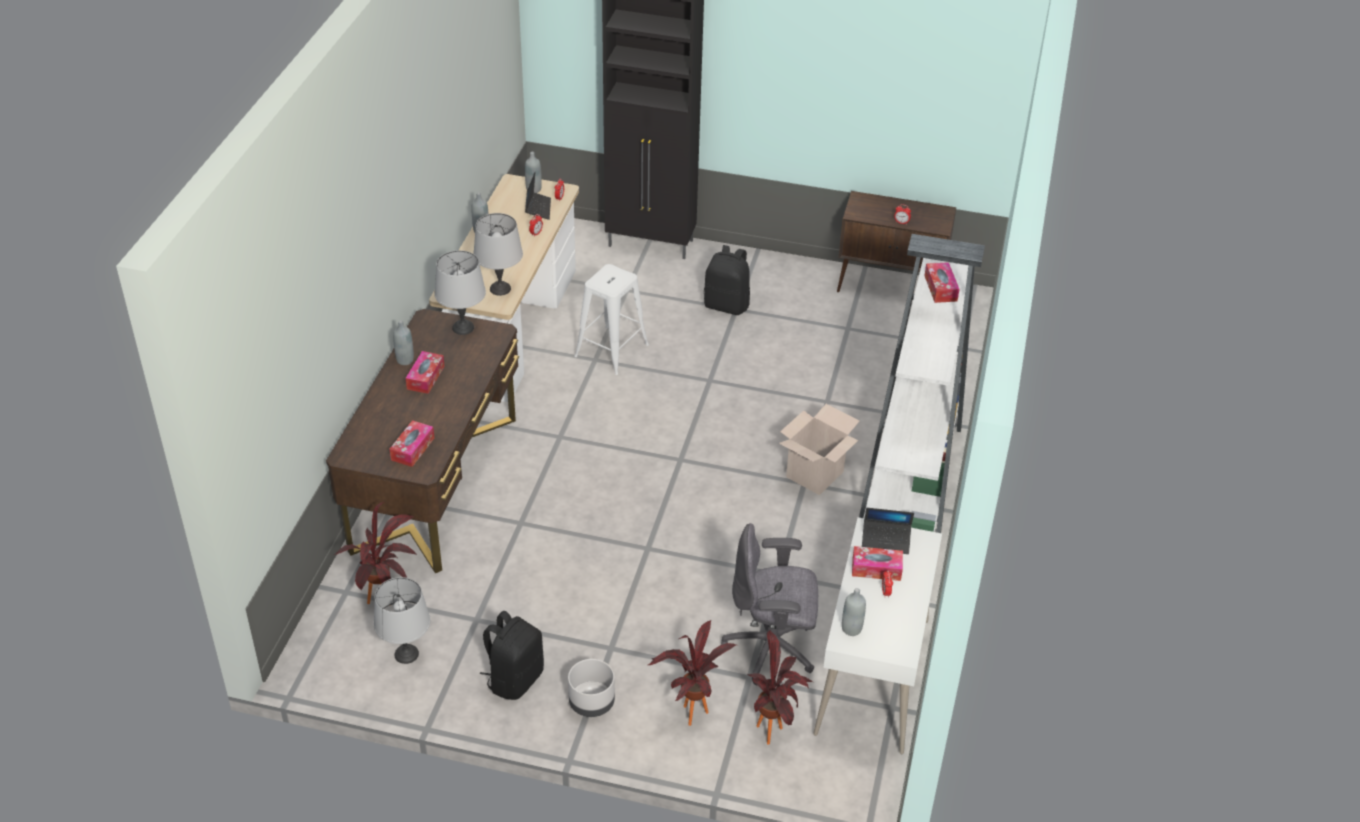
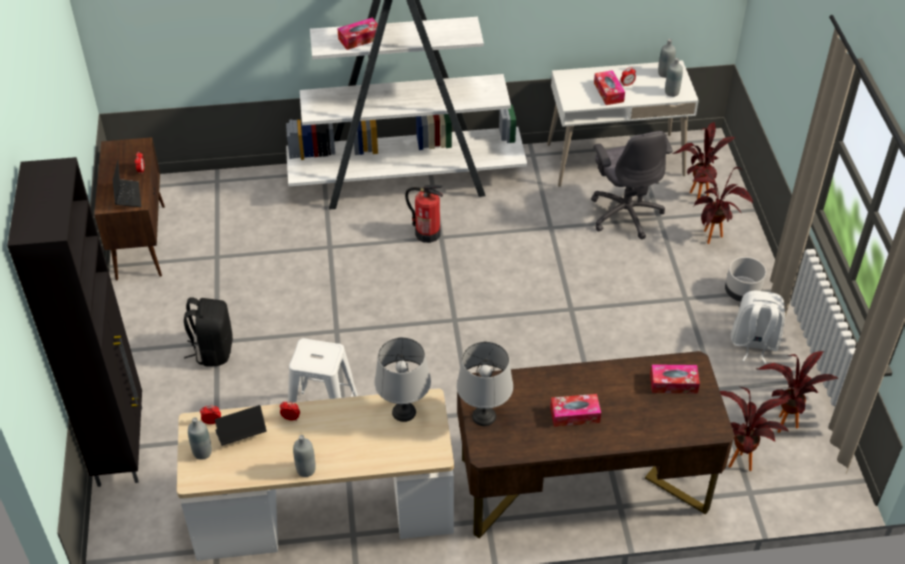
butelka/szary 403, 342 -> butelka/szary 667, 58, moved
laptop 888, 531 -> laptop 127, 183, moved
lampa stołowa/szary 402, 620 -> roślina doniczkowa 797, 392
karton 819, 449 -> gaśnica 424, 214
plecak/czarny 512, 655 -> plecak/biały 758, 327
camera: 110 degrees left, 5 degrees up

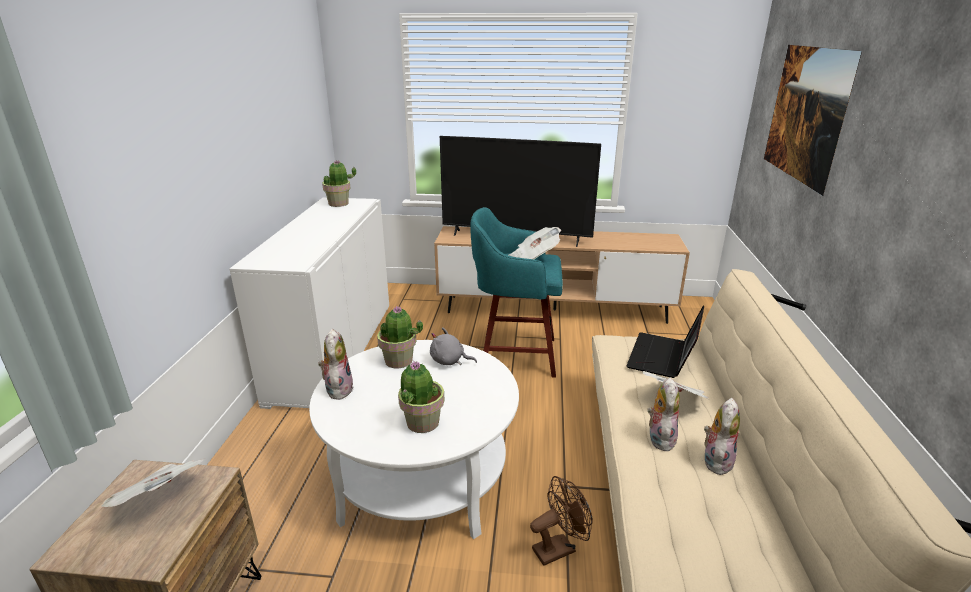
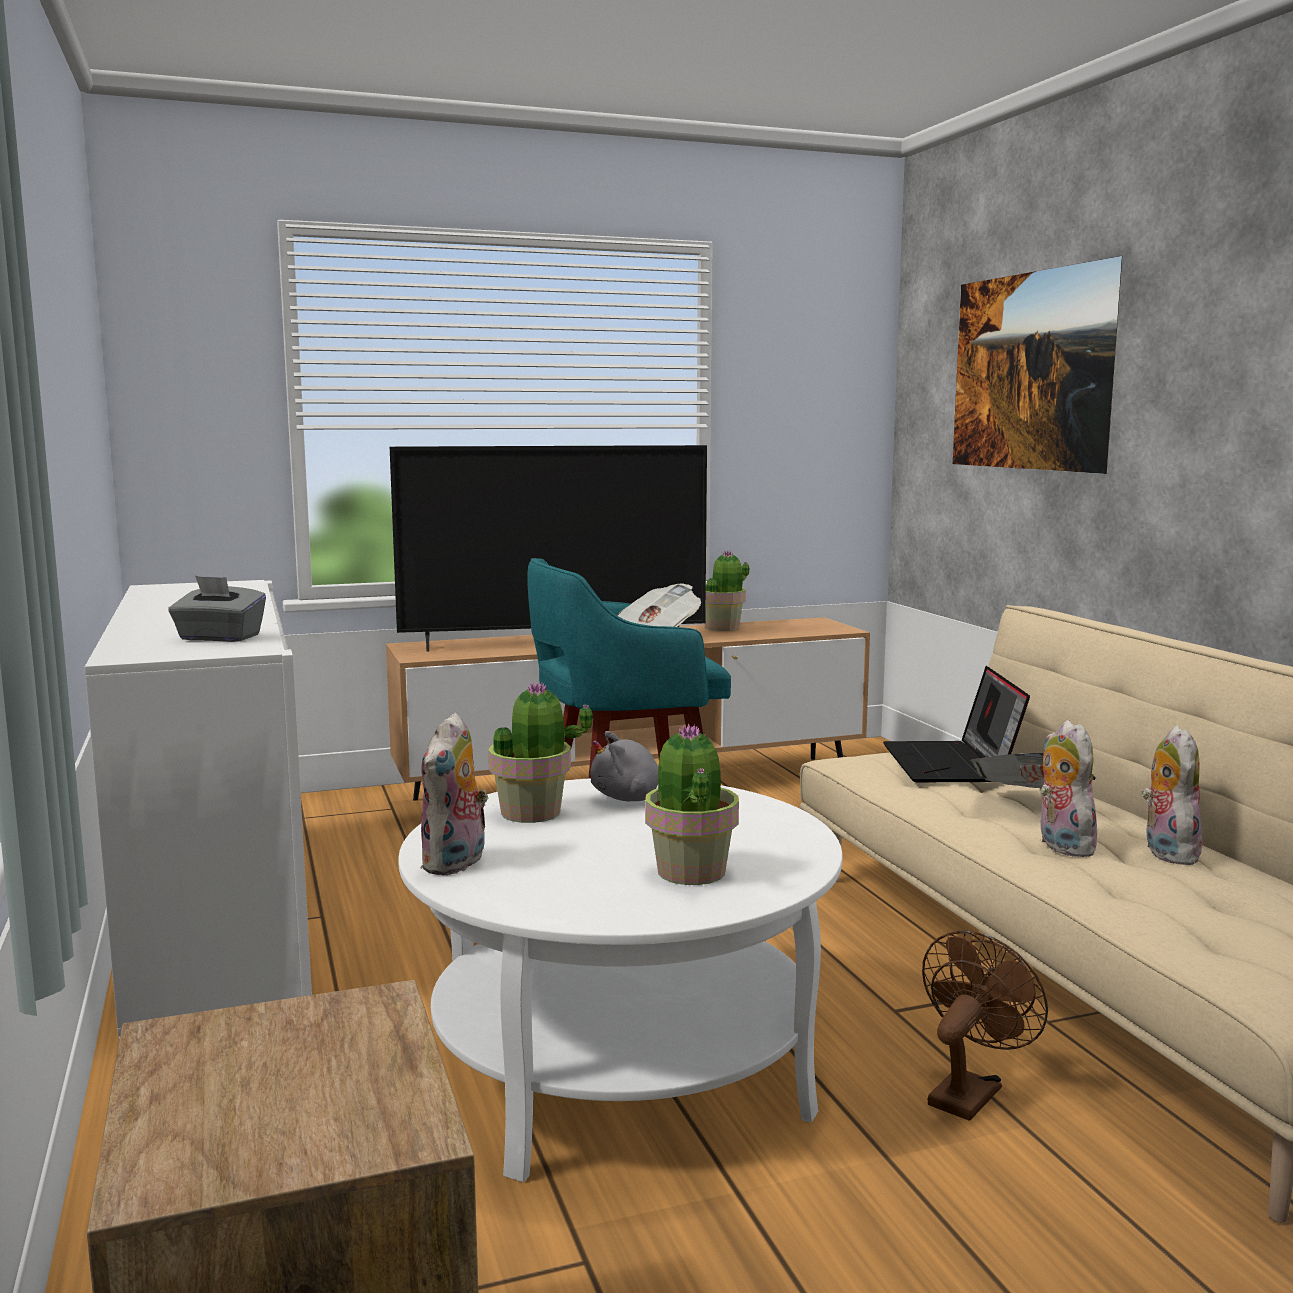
gazeta 153, 483 -> none
none -> pudełko chusteczek/szary 217, 609
roślina doniczkowa 339, 183 -> roślina doniczkowa 726, 591, moved
pluszak 336, 364 -> pluszak 454, 794, 135 degrees counterclockwise
camera: 25 degrees left, 15 degrees down

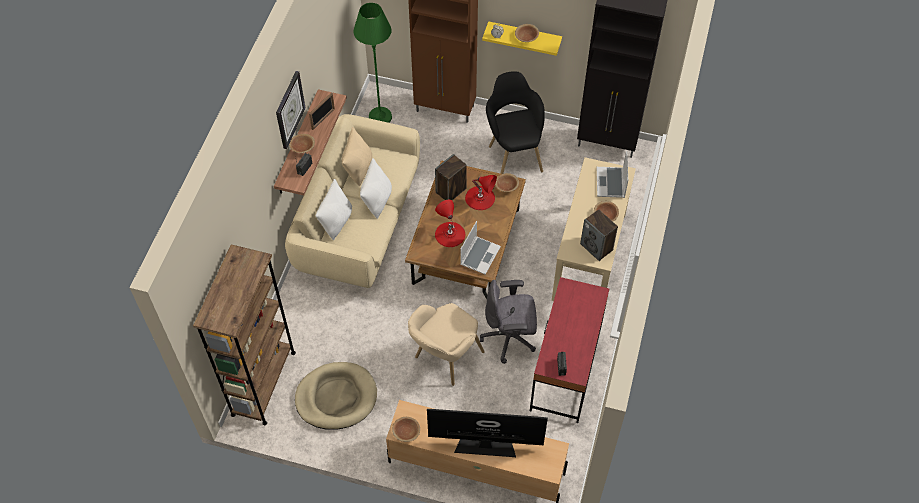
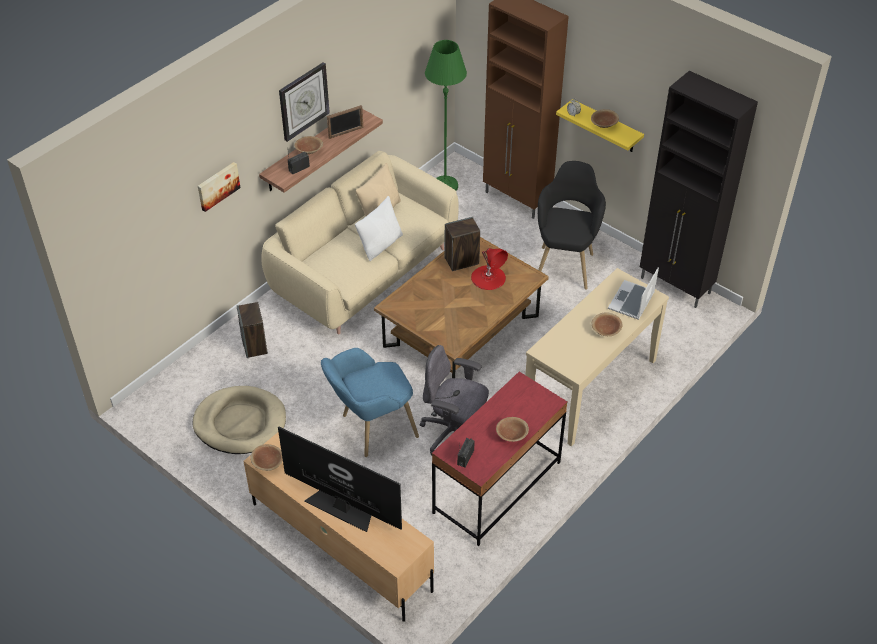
regał/brązowy 244, 334 -> none
poduszka/biały 334, 209 -> none
lampa stołowa/czerwony 450, 223 -> none
laptop 480, 248 -> none
none -> obraz 219, 187
miska/brązowy 507, 182 -> miska/brązowy 512, 429, moved
głośnik 599, 235 -> głośnik 252, 330, moved
fotel/beżowy 446, 344 -> fotel/niebieski 370, 402
camera: 25 degrees right, 10 degrees down

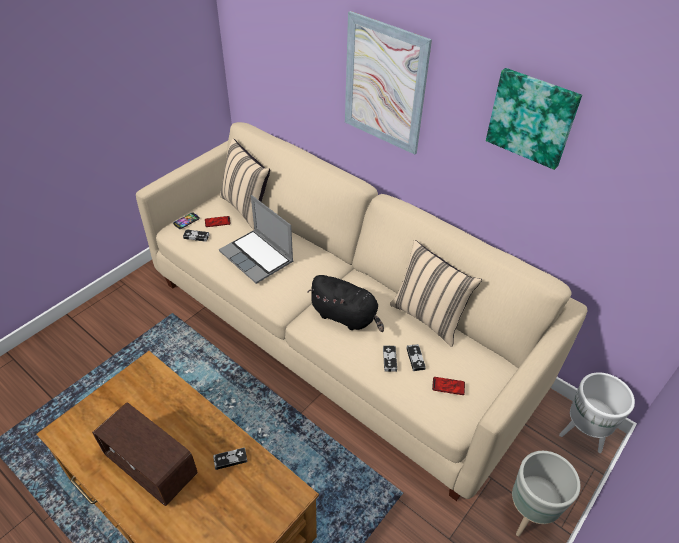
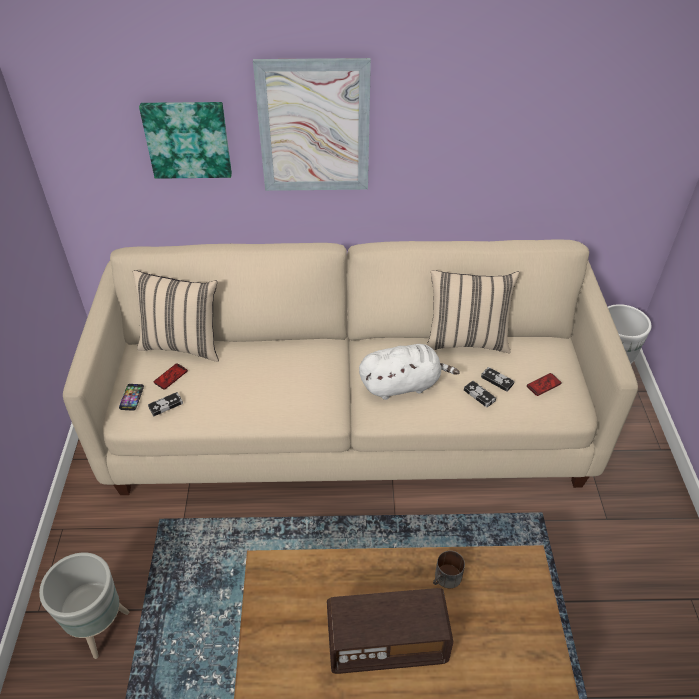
laptop 256, 239 -> none
obraz 534, 119 -> obraz 185, 140, moved
donica/szary 546, 493 -> donica/szary 84, 605, moved
pad do gier 230, 458 -> kubek 449, 569
pluszak/czarny 345, 303 -> pluszak/biały 409, 372
camera: 40 degrees left, 0 degrees up

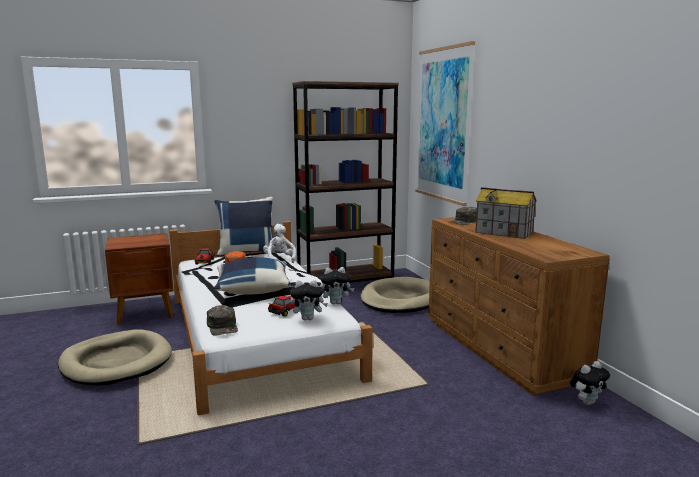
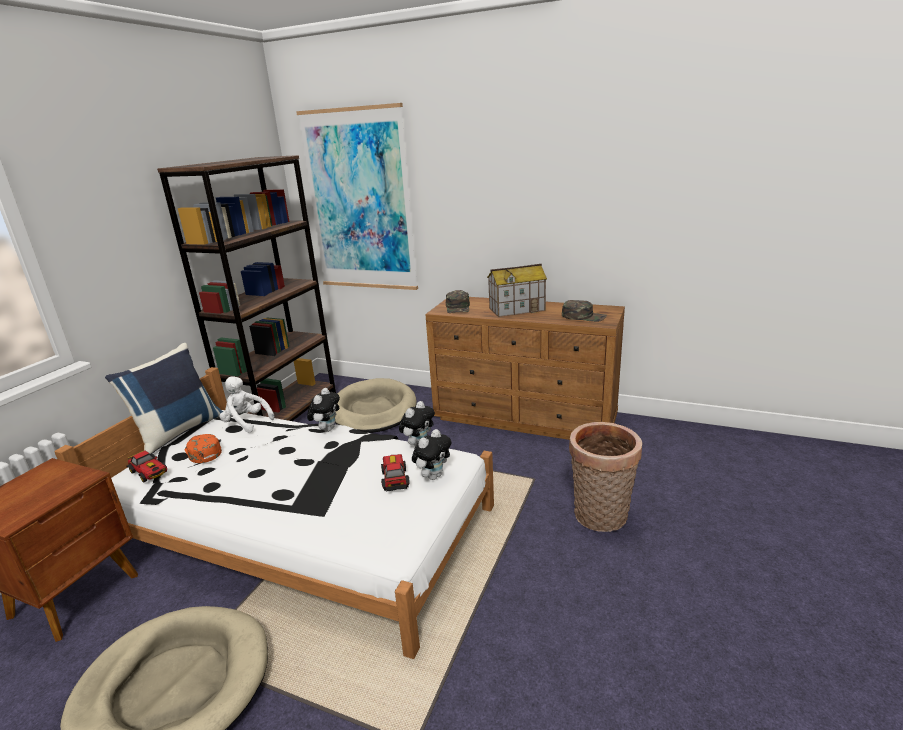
poduszka/niebieski 252, 276 -> none
none -> koszyk 605, 477
czapka z daszkiem/zielony 222, 320 -> czapka z daszkiem/zielony 584, 311, moved
pluszak 590, 383 -> pluszak 323, 410, moved
camera: 45 degrees left, 10 degrees up

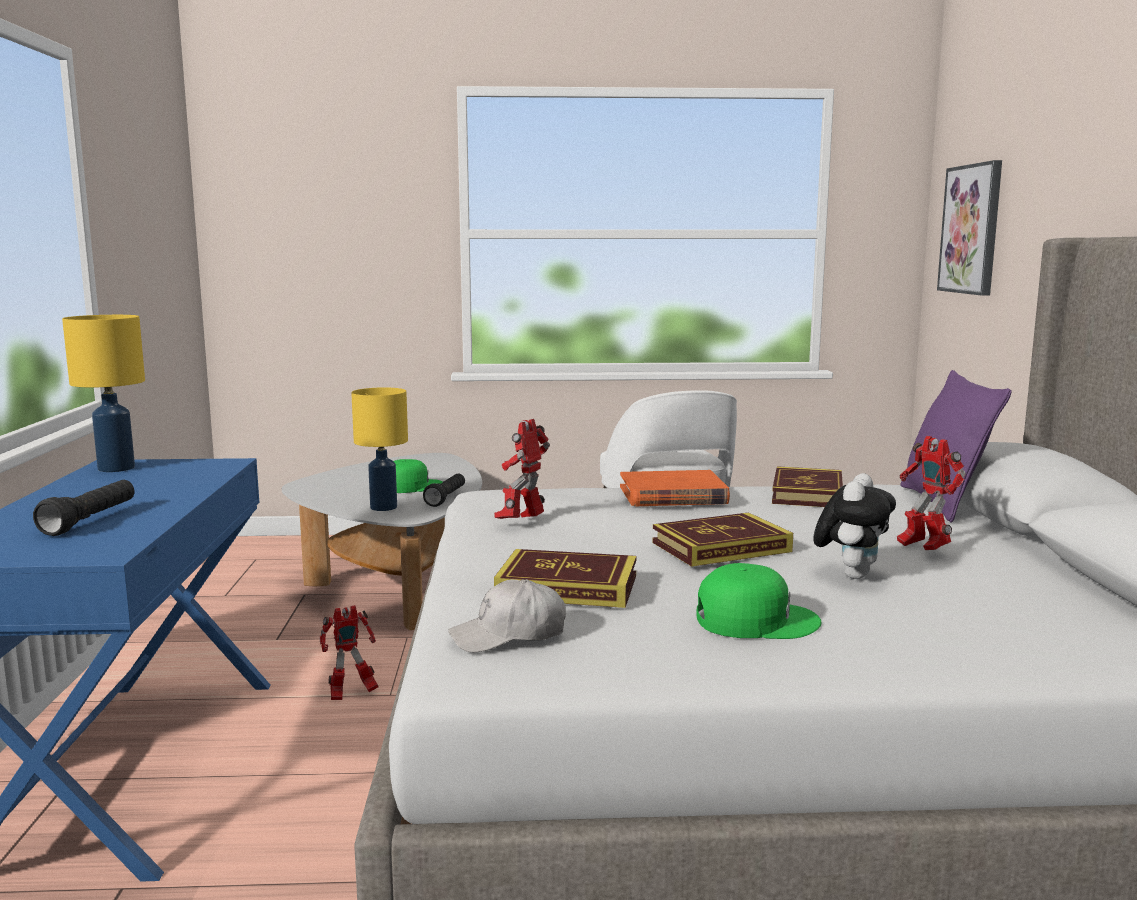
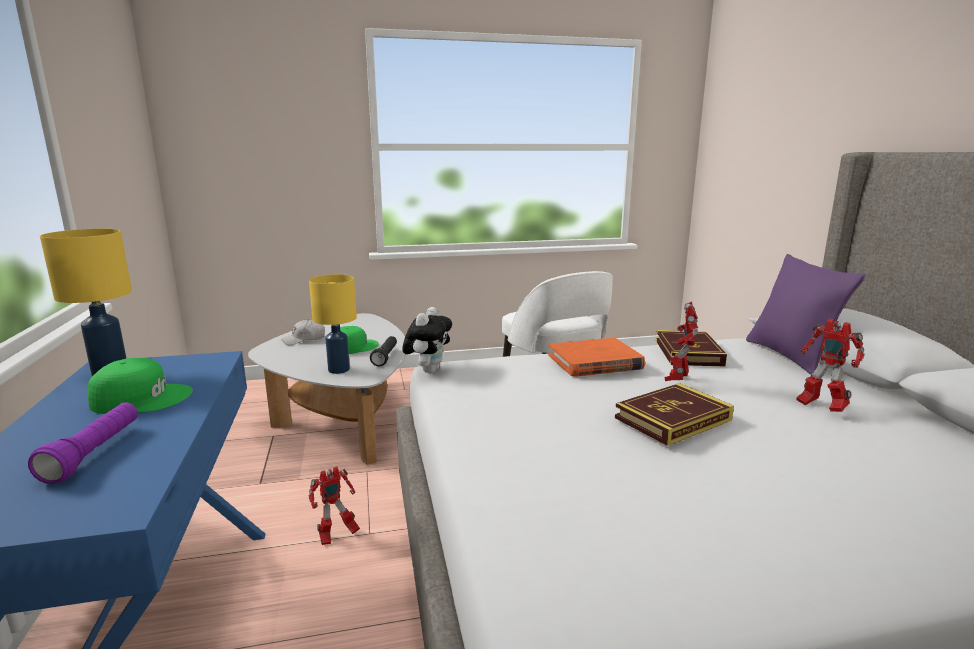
książka 565, 578 -> none
obraz 969, 228 -> none
czapka z daszkiem/biały 507, 616 -> czapka z daszkiem/biały 303, 332, moved
robot zabawkowy 522, 469 -> robot zabawkowy 681, 341, moved
czapka z daszkiem/zielony 759, 601 -> czapka z daszkiem/zielony 140, 386, moved
pluszak 854, 526 -> pluszak 427, 340, moved
latarka/czarny 84, 508 -> latarka/fioletowy 83, 443
camera: 10 degrees left, 5 degrees up

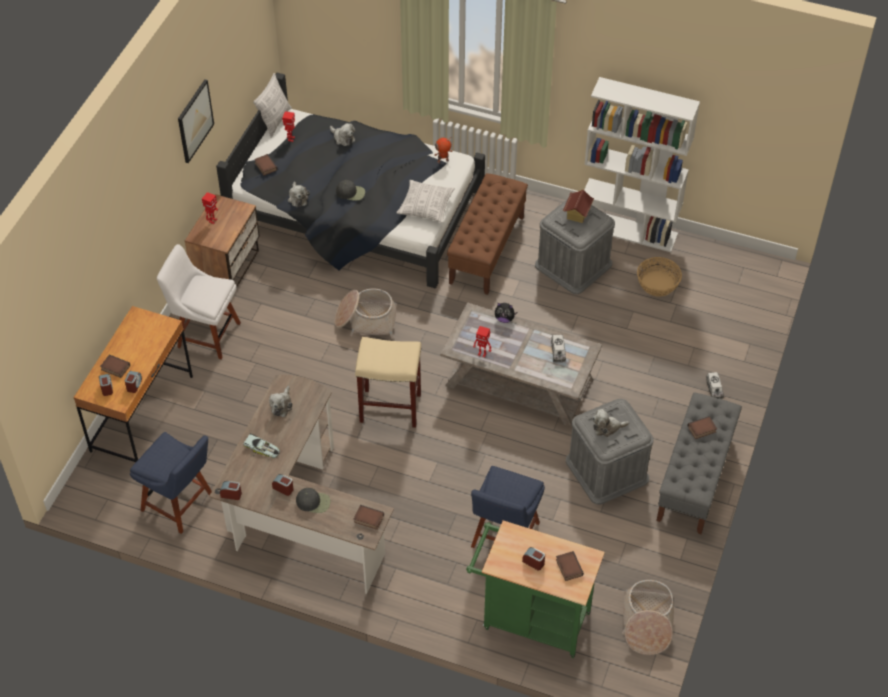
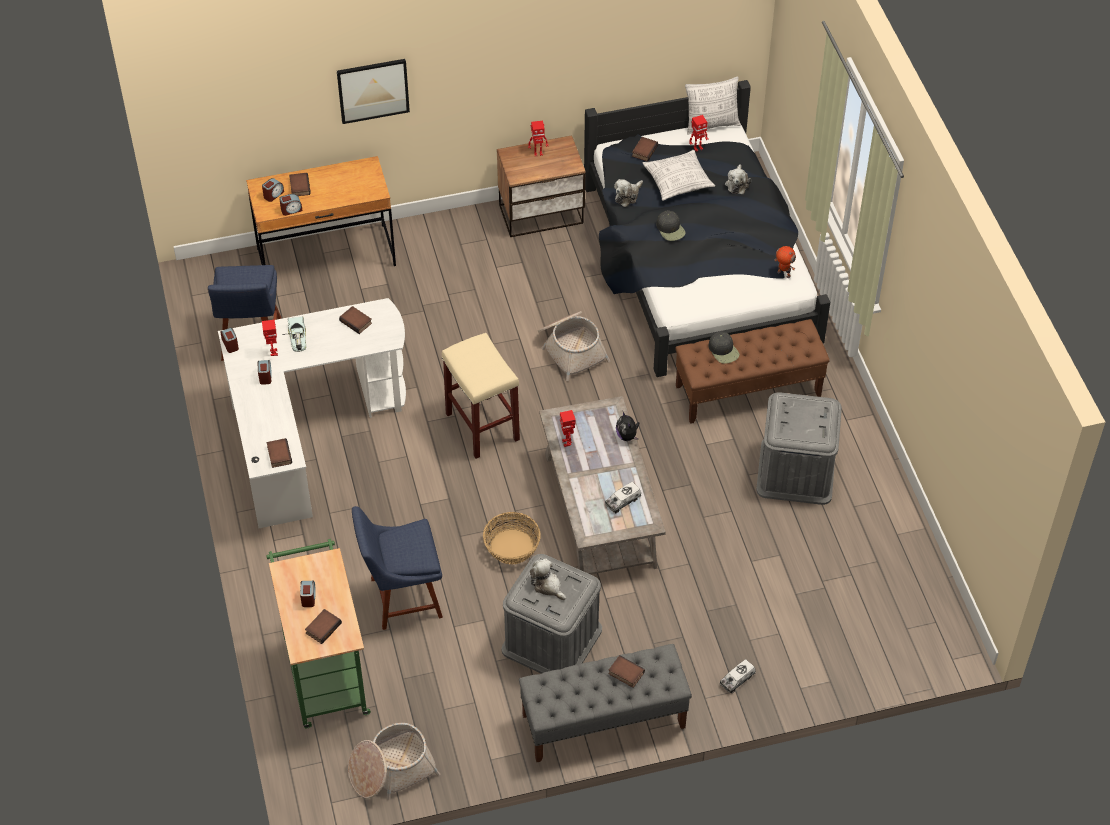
krzesło/biały 199, 301 -> none
domek 578, 206 -> none
regał/biały 642, 164 -> none
none -> robot zabawkowy 270, 338
obraz 196, 121 -> obraz 373, 91, moved
czapka z daszkiem/czarny 313, 500 -> czapka z daszkiem/czarny 724, 347, moved
poduszka 425, 201 -> poduszka 679, 175, moved
koszyk 659, 277 -> koszyk 512, 538, moved
pluszak 280, 401 -> książka 355, 320
biurko/brązowy 301, 484 -> biurko/biały 312, 413
camera: 55 degrees right, 0 degrees up

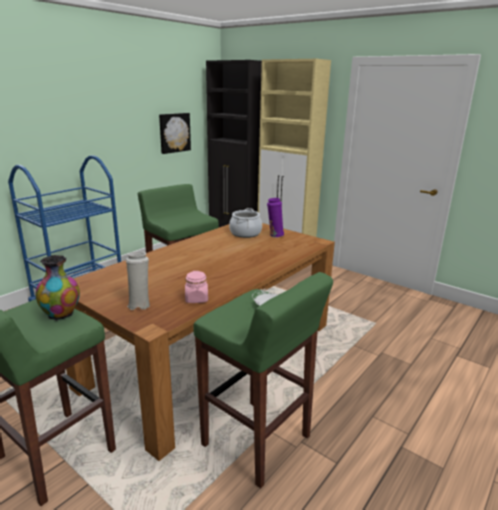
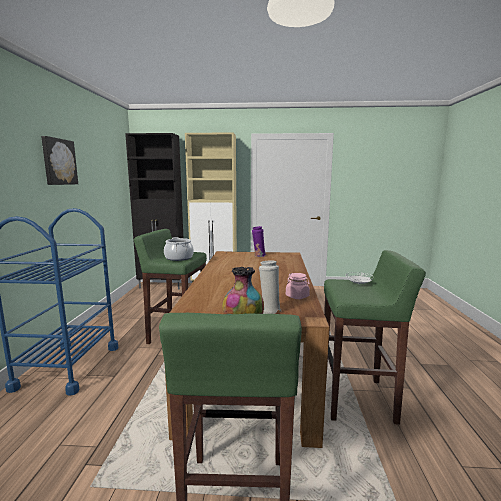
obraz 175, 133 -> obraz 59, 160, moved
garnek 245, 223 -> garnek 179, 249, moved
camera: 35 degrees left, 10 degrees down

